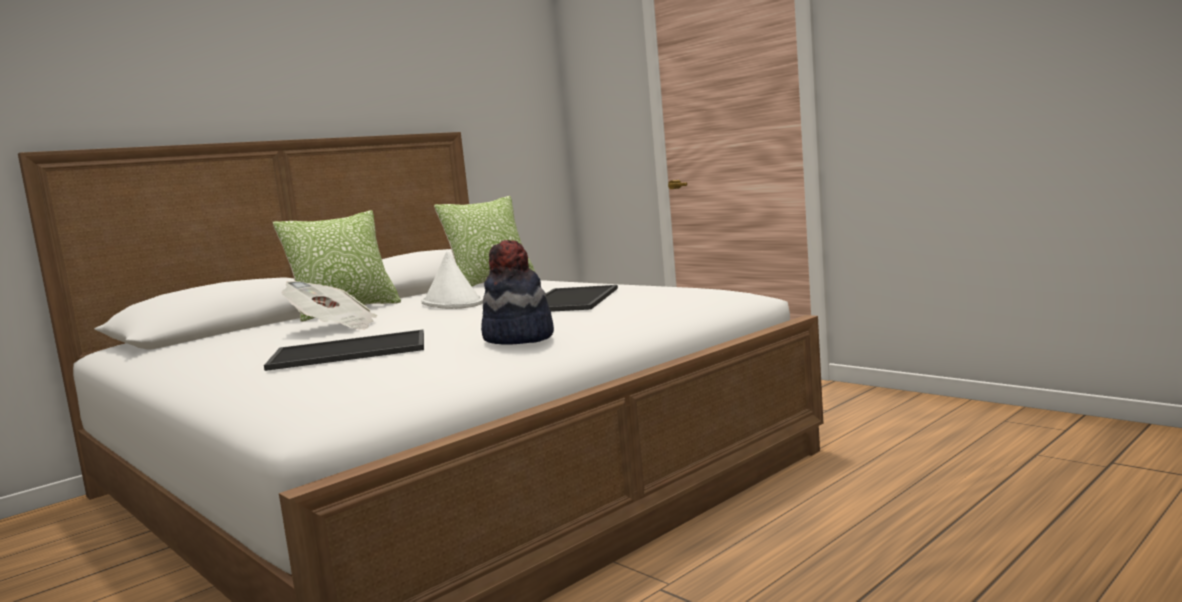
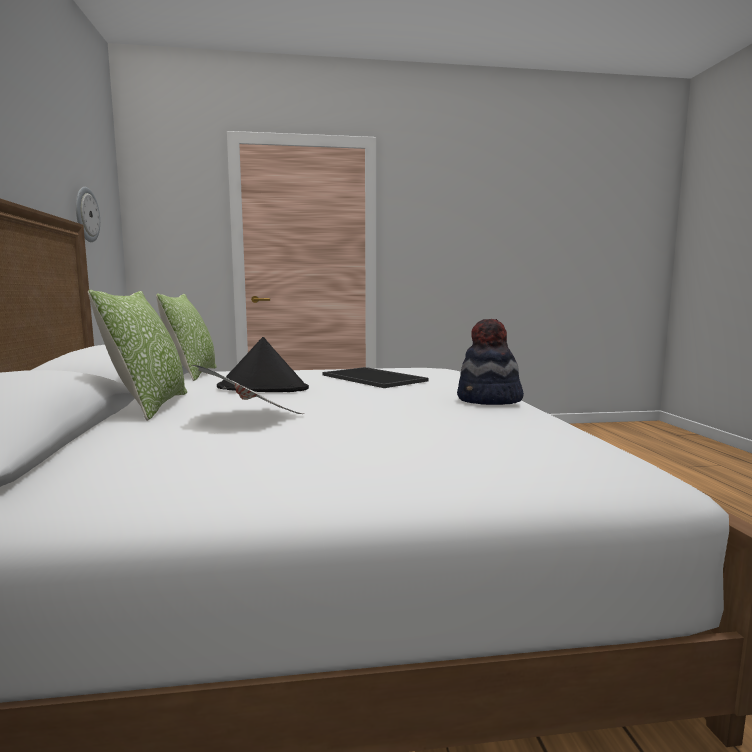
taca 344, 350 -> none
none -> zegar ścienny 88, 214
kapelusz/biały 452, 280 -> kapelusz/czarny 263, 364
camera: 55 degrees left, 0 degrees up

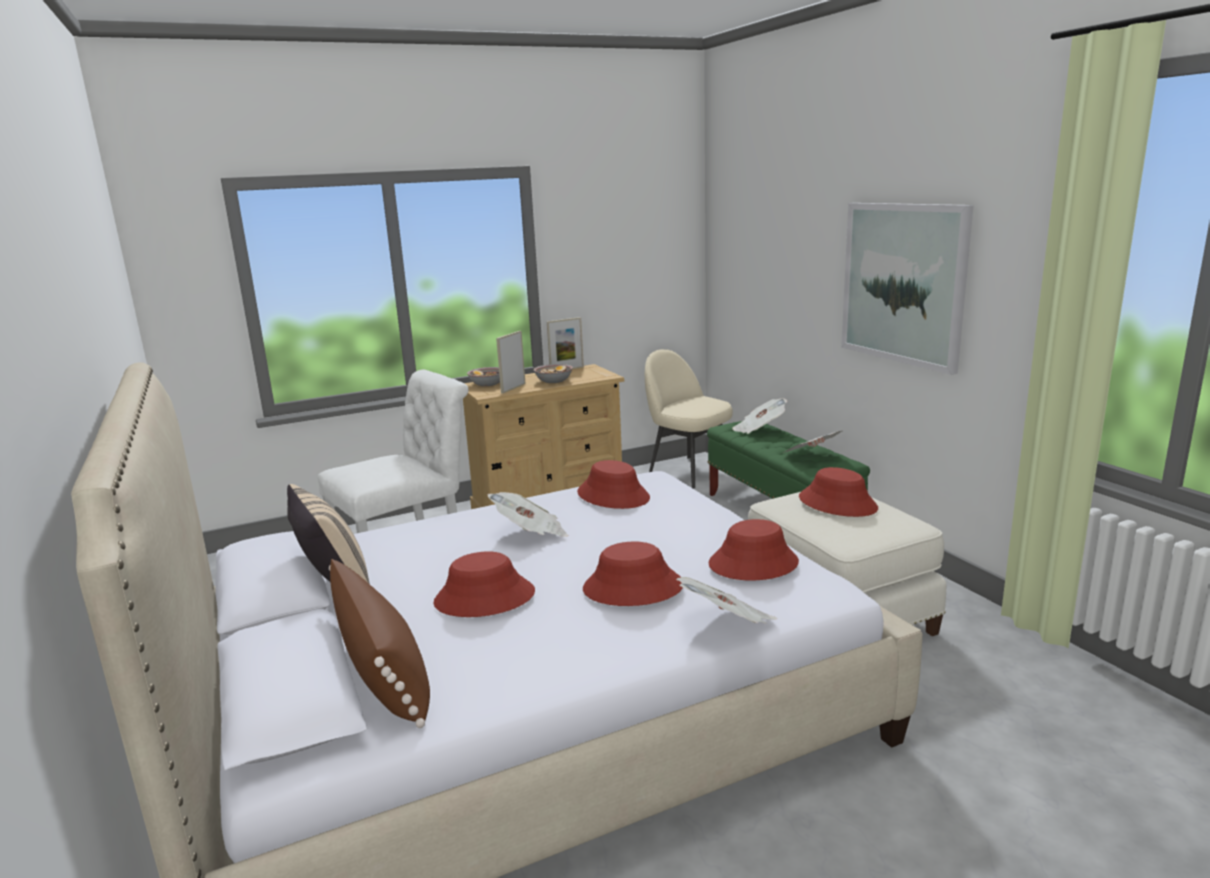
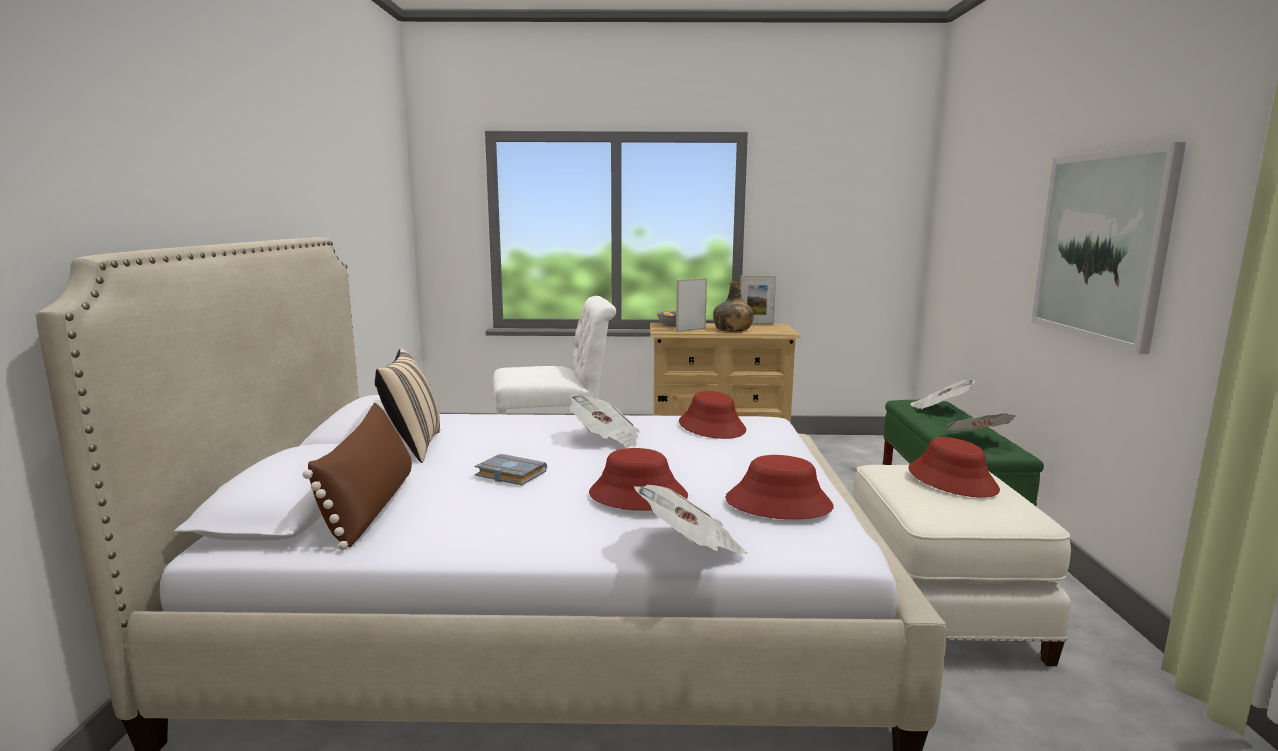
krzesło/beżowy 689, 419 -> none
kapelusz/czerwony 484, 584 -> książka/szary 511, 469
miska 553, 373 -> butelka/zielony 733, 307
camera: 25 degrees right, 5 degrees down

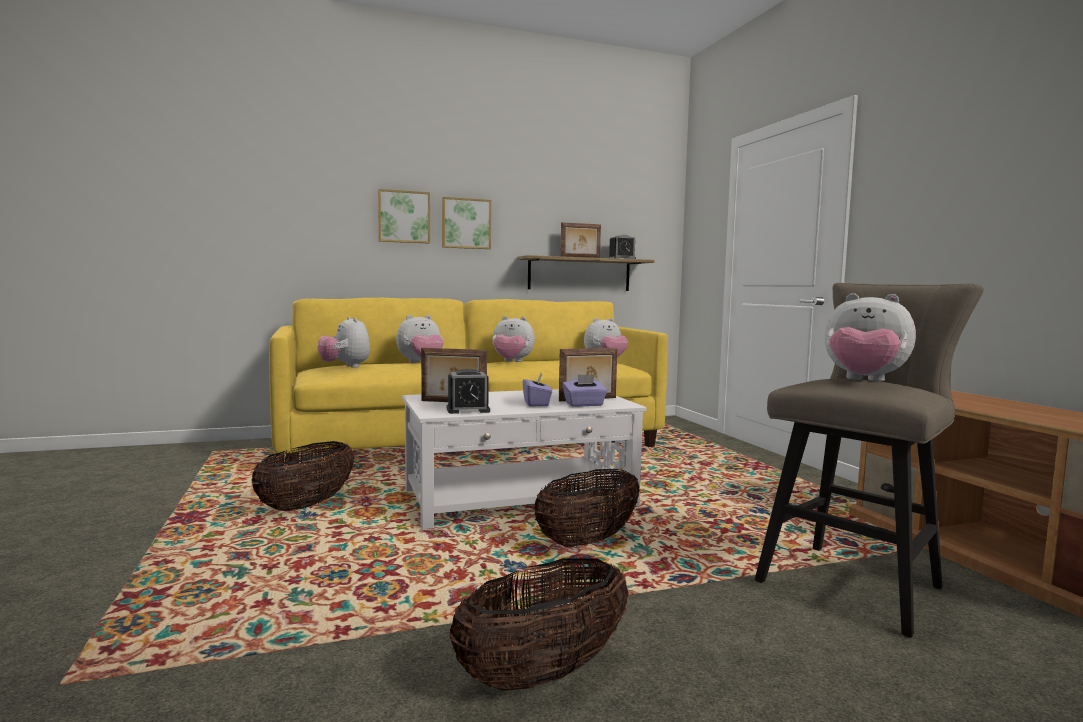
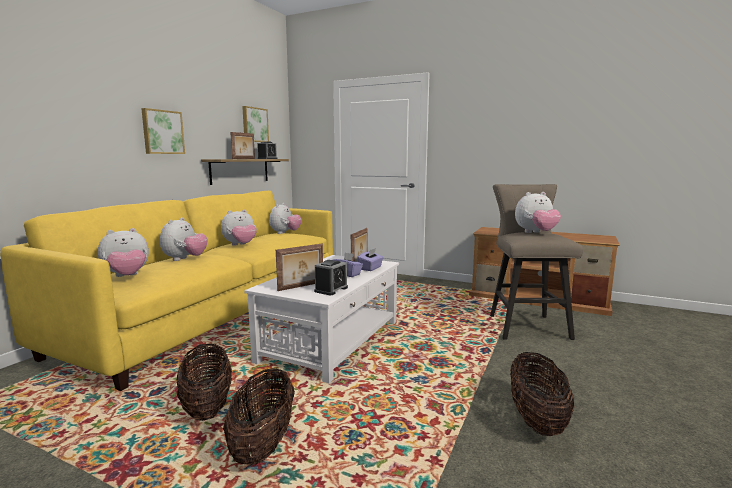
obraz 404, 216 -> obraz 255, 124, moved
koszyk 587, 508 -> koszyk 259, 416, moved
pluszak 344, 342 -> pluszak 123, 252, 45 degrees counterclockwise
camera: 45 degrees left, 5 degrees up

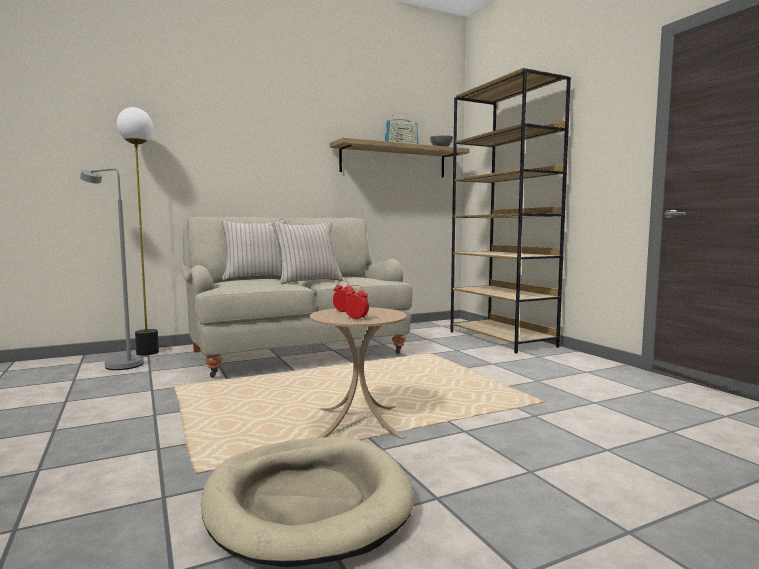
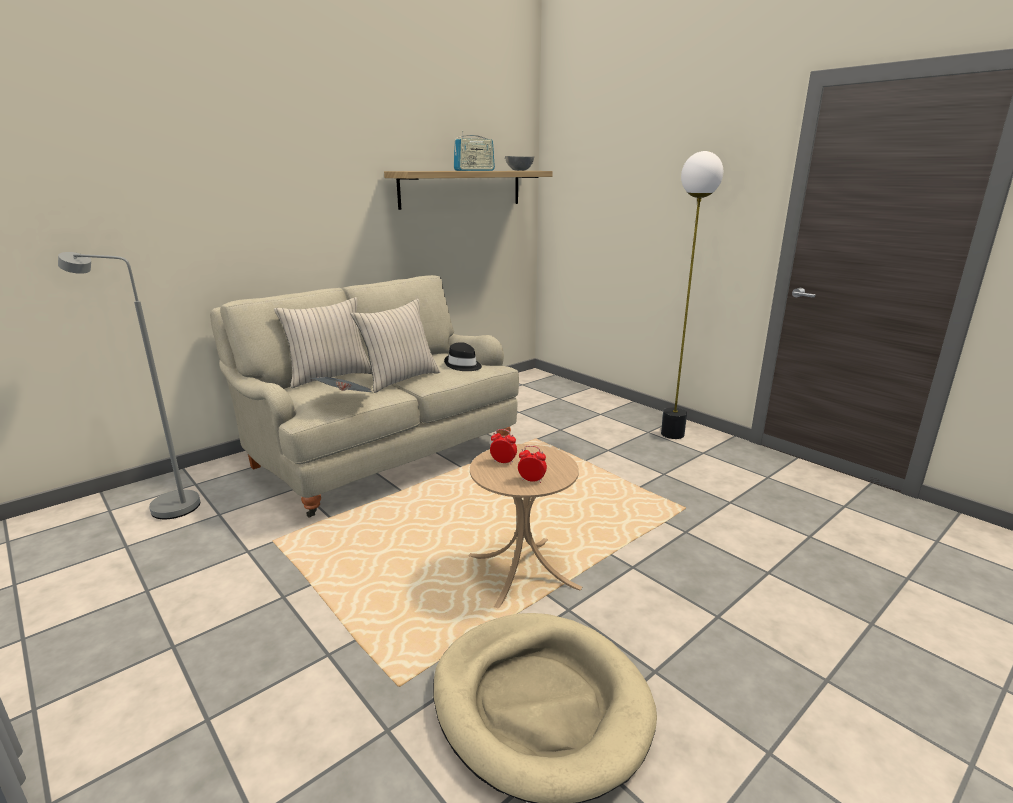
regał/brązowy 510, 211 -> none
none -> gazeta 341, 384
none -> kapelusz/czarny 463, 356
lampa stojąca 138, 231 -> lampa stojąca 692, 295, moved
camera: 15 degrees left, 15 degrees up

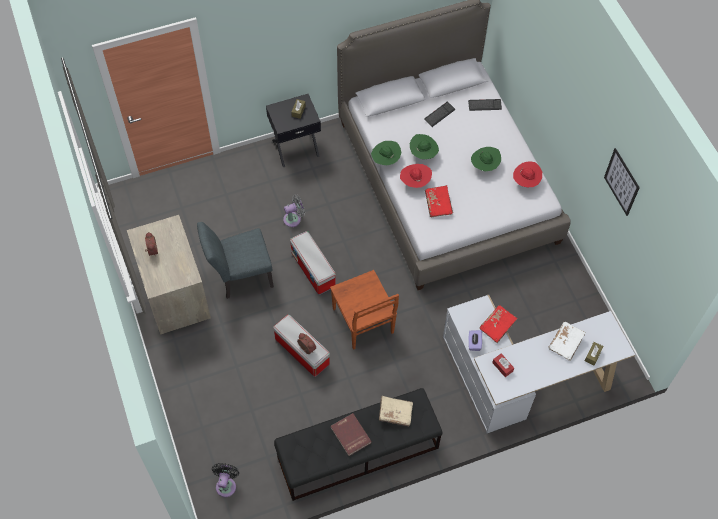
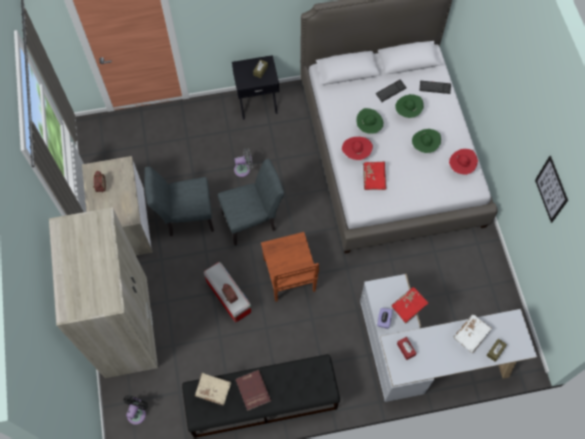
none -> szafa/beżowy 103, 292
kapelusz/zielony 386, 153 -> kapelusz/zielony 409, 106, moved
książka/beżowy 396, 411 -> książka/beżowy 213, 389, moved
pojemnik do przechowywania 313, 263 -> krzesło/szary 251, 202
camera: 10 degrees right, 5 degrees up

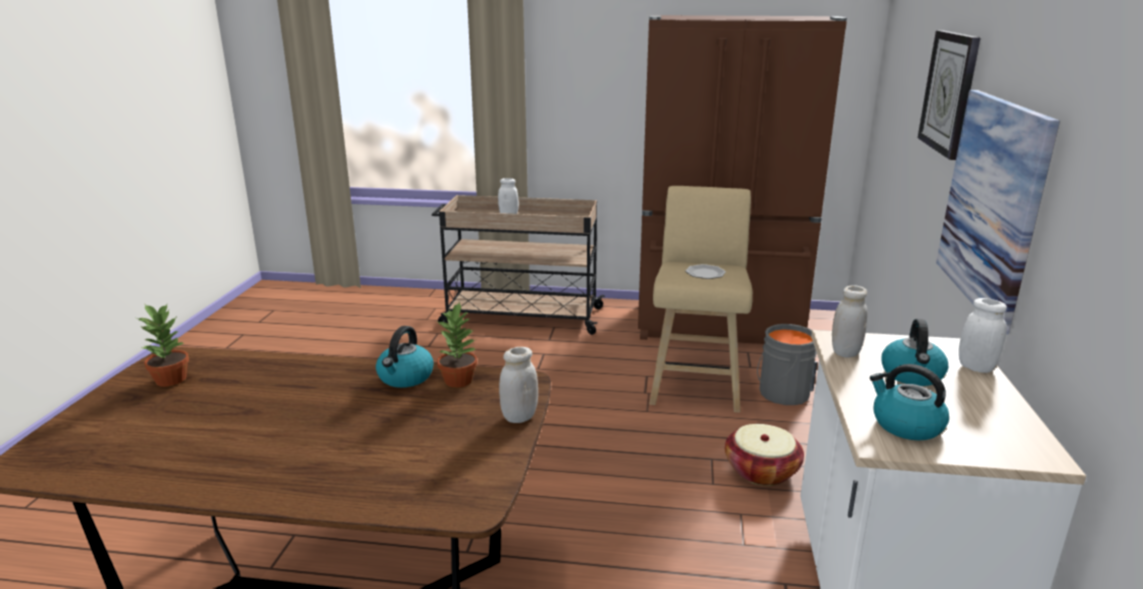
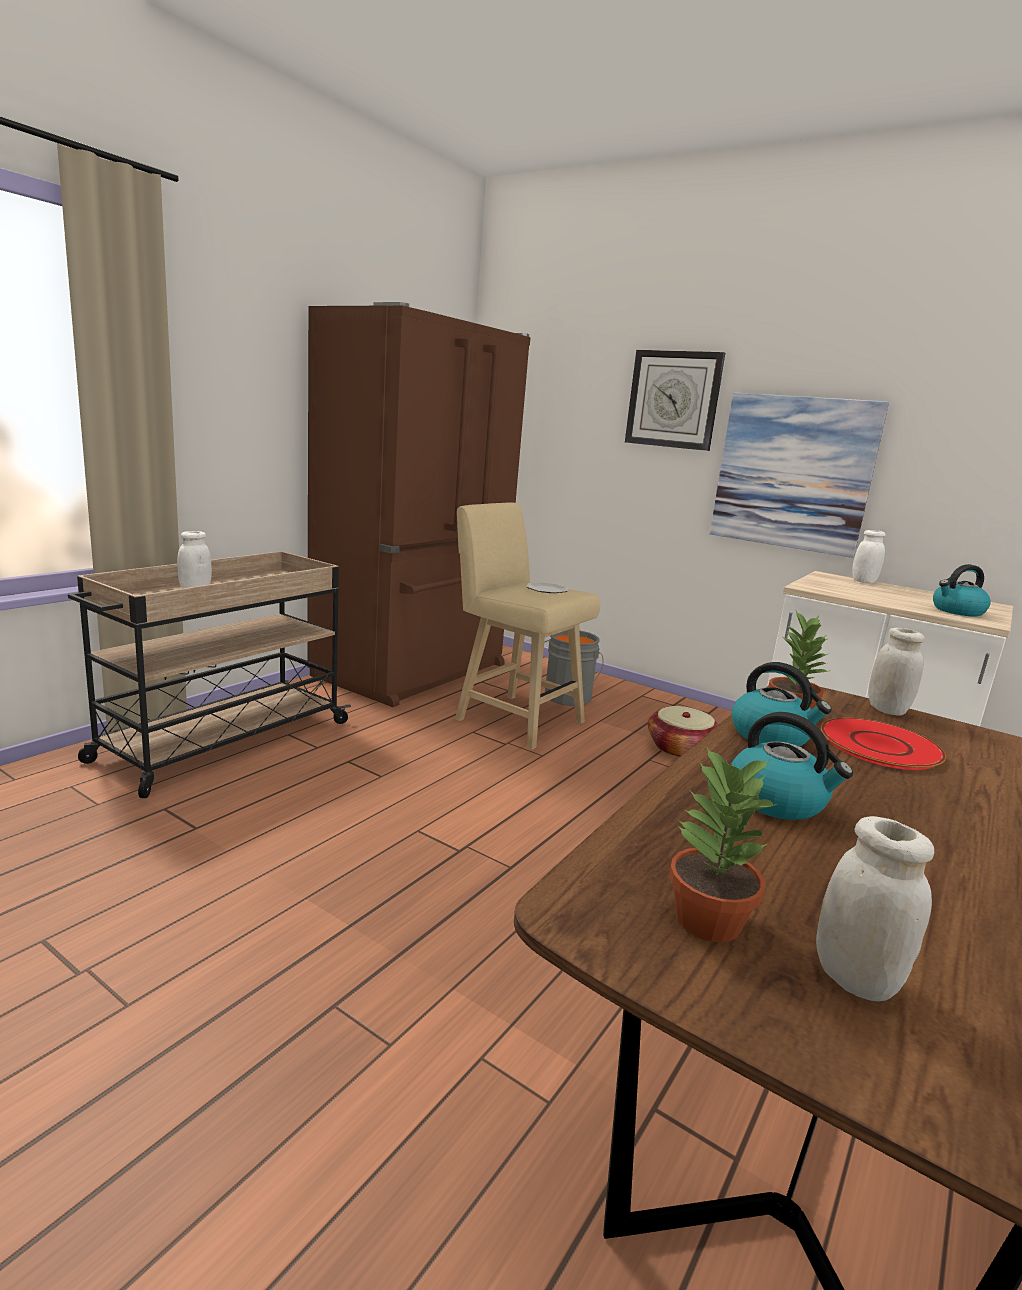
none -> talerz/czerwony 883, 744
słoik/biały 849, 321 -> słoik/biały 875, 909, moved
czajnik 914, 352 -> czajnik 792, 766, moved
camera: 65 degrees left, 5 degrees down

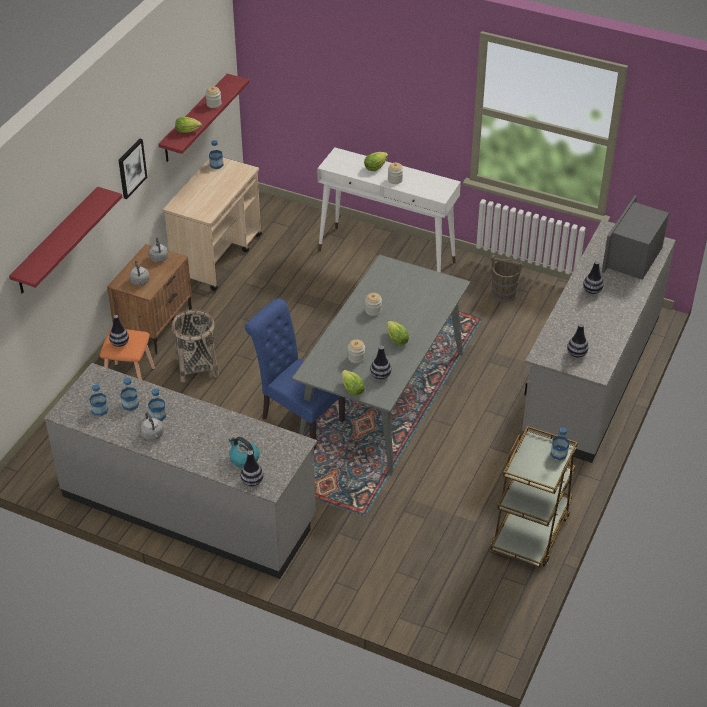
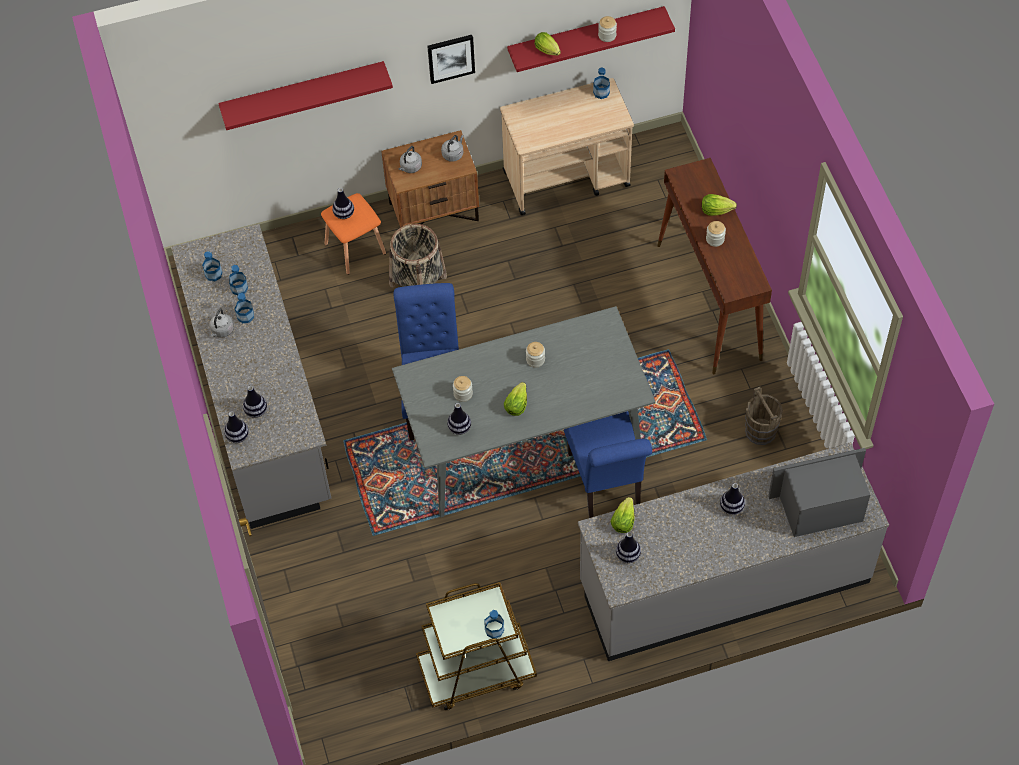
none -> krzesło/niebieski 608, 464
sałata 353, 383 -> sałata 623, 515, moved
czajnik 244, 452 -> wazon 255, 402
stolik konsolowy/biały 389, 210 -> stolik konsolowy/brązowy 714, 266
camera: 50 degrees right, 15 degrees up

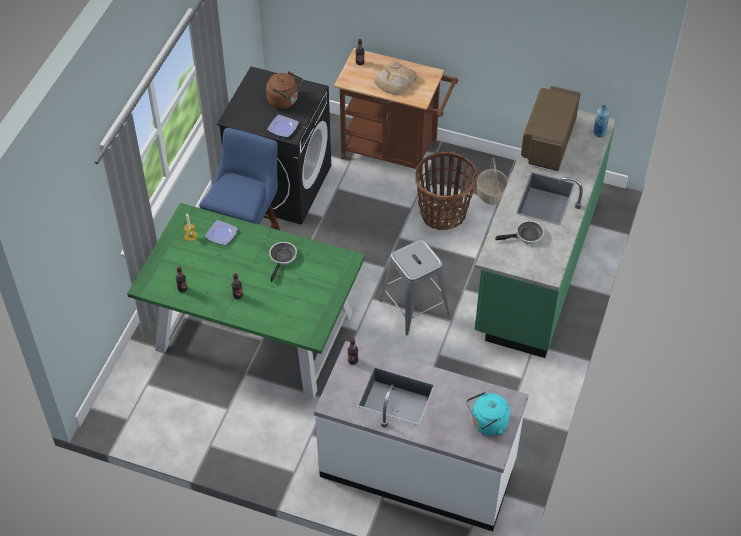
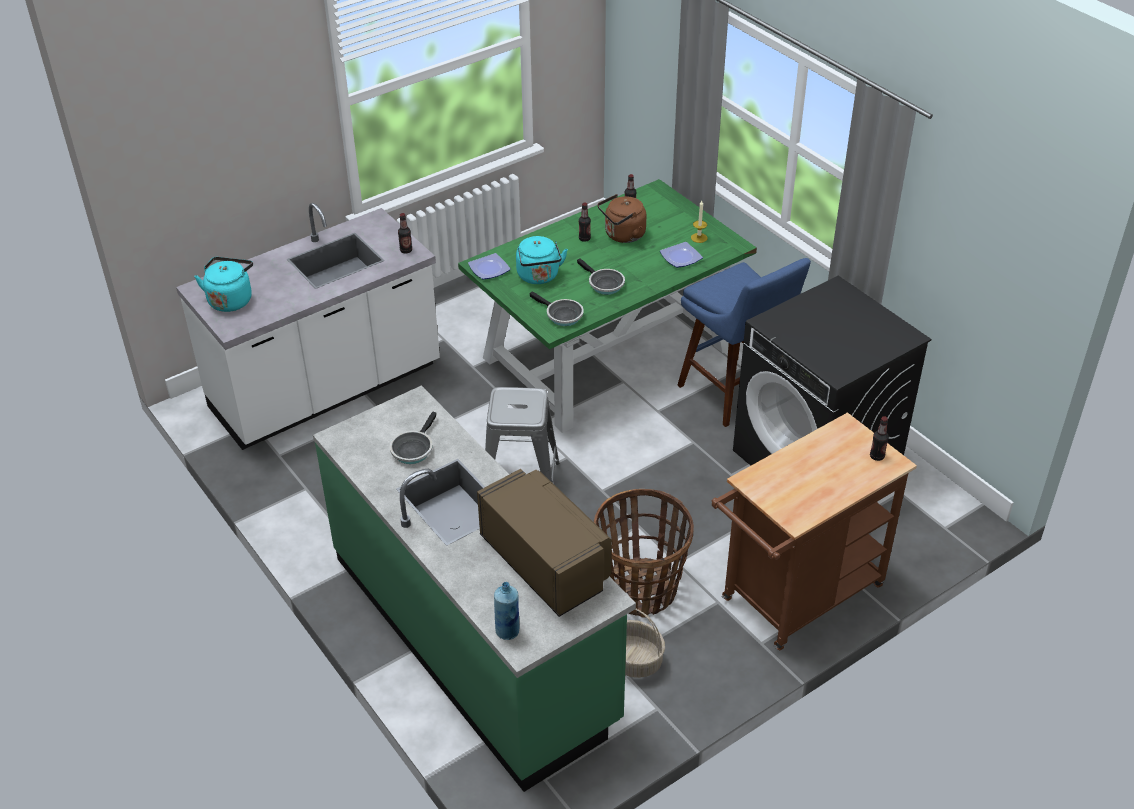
chleb 395, 78 -> none
none -> czajnik/turkusowy 542, 260
none -> patelnia 557, 308
czajnik/brązowy 284, 90 -> czajnik/brązowy 622, 218, moved
talerz 283, 126 -> talerz 489, 266, moved
camera: 125 degrees right, 10 degrees down

